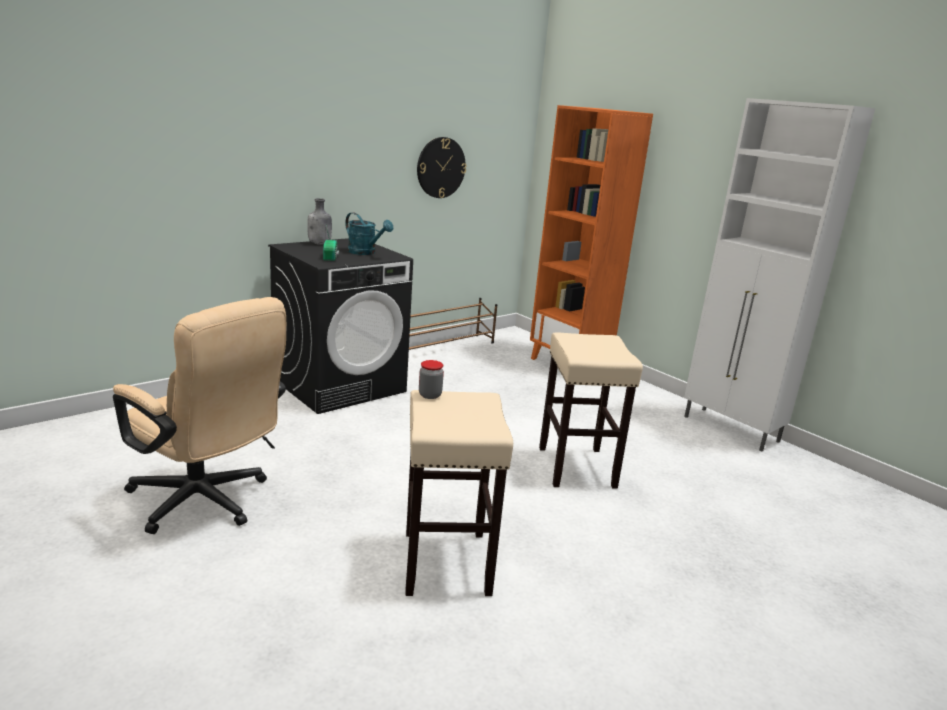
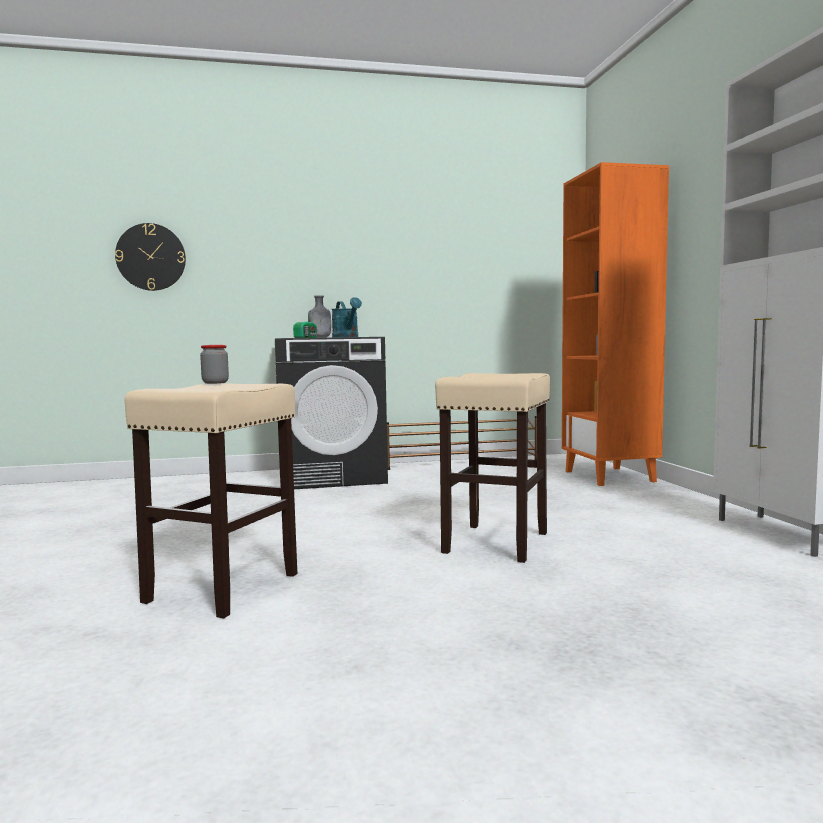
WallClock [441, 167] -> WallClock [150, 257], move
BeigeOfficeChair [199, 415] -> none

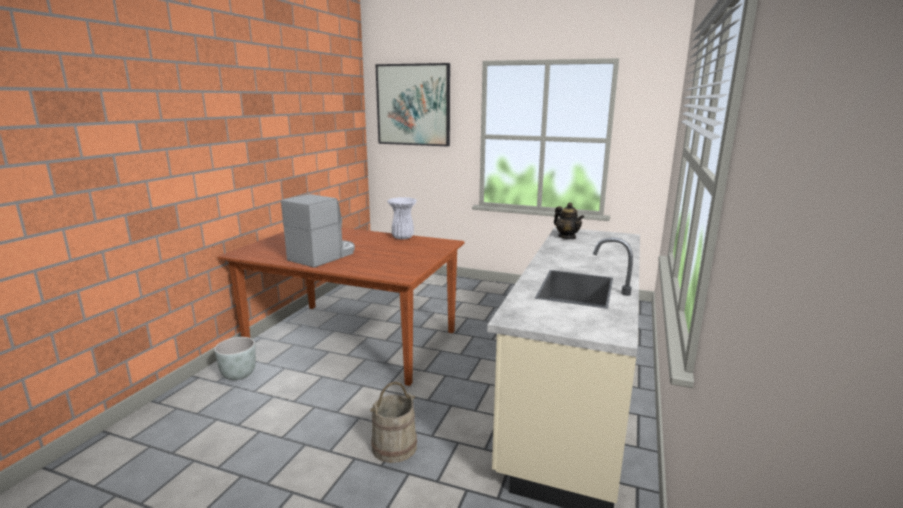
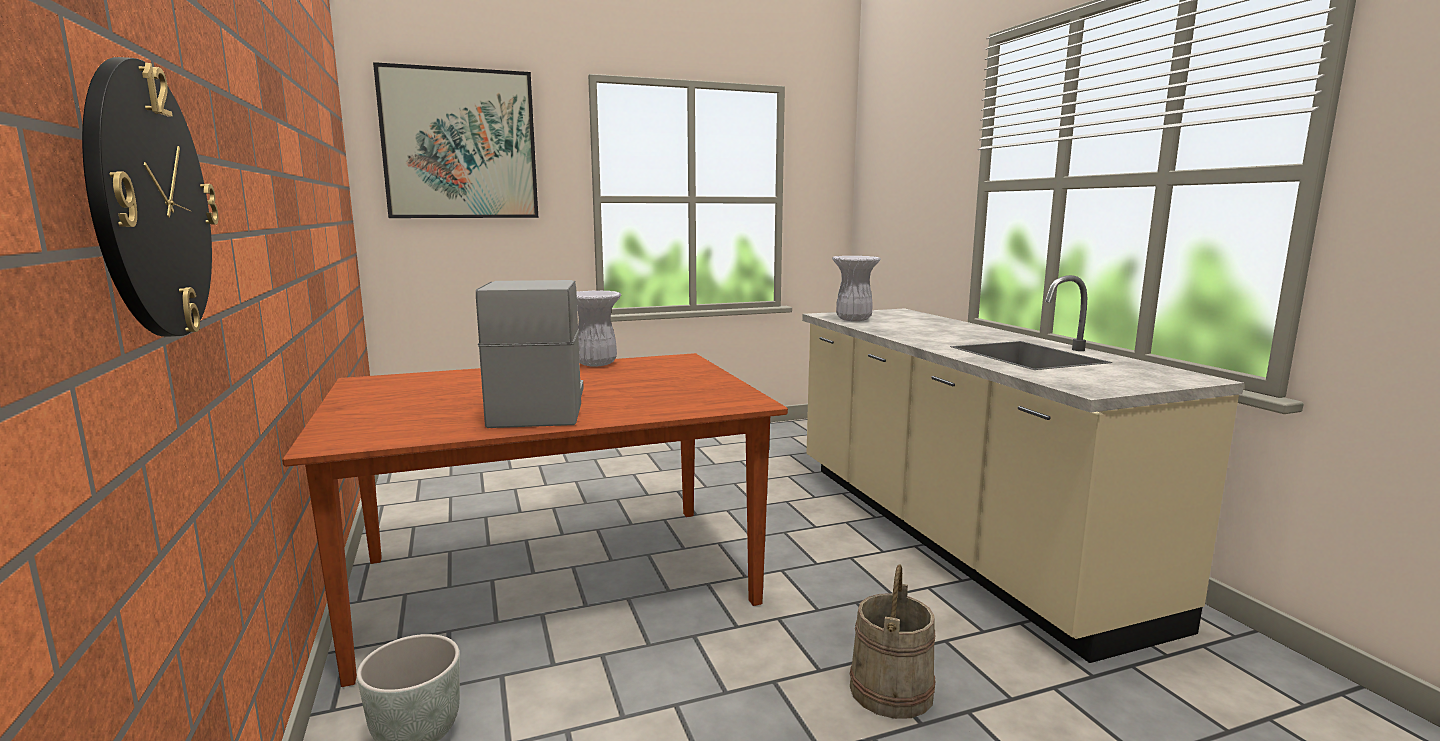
none -> WallClock [150, 197]
Teapot [569, 220] -> WhiteVase [856, 288]

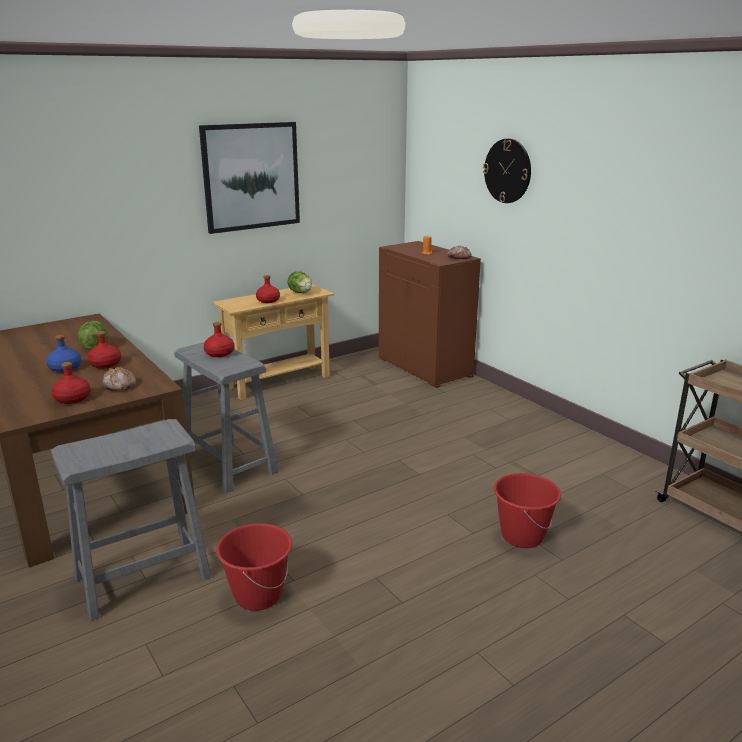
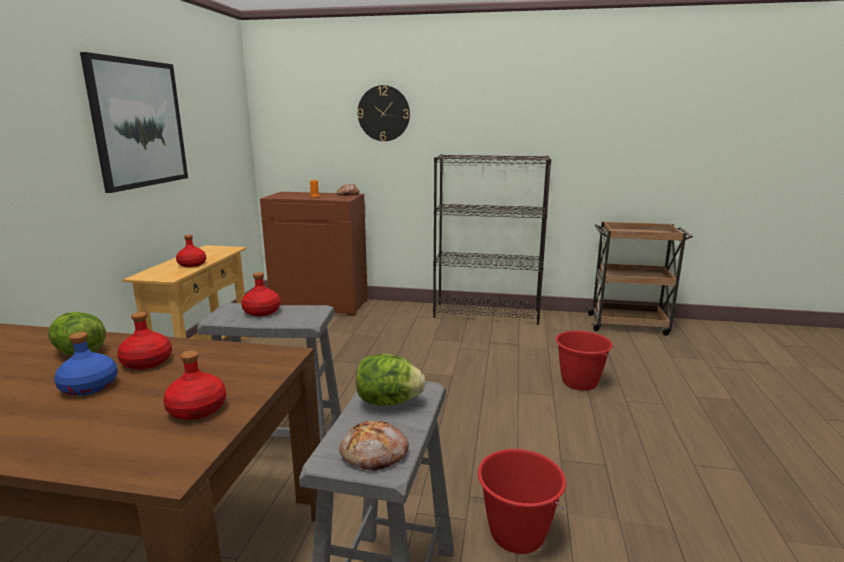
Bread [119, 379] -> Bread [374, 445], move
Lettuce [300, 282] -> Lettuce [391, 379], move
none -> BlackBookcase [492, 239]

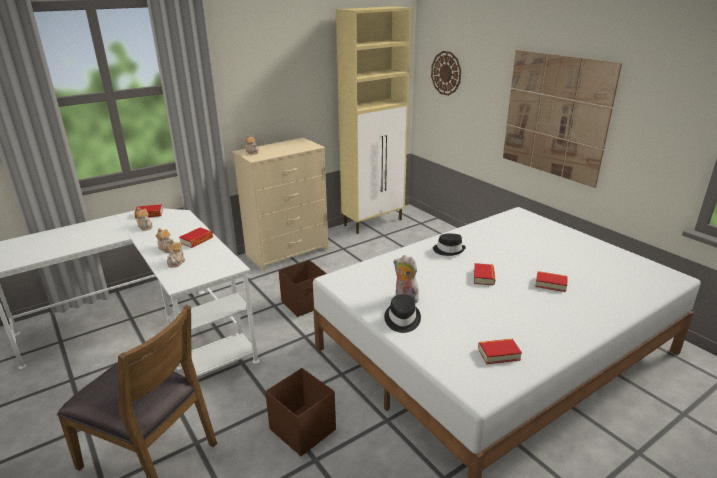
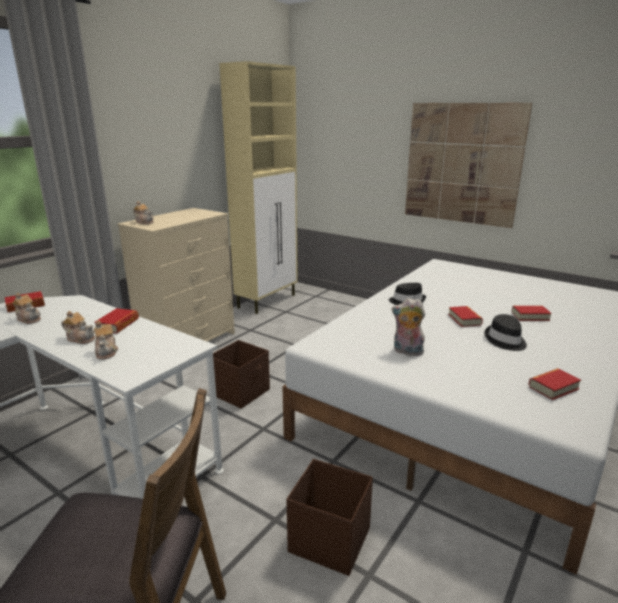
BlackHat [402, 313] -> BlackHat [505, 332], move
WallClock [446, 73] -> none

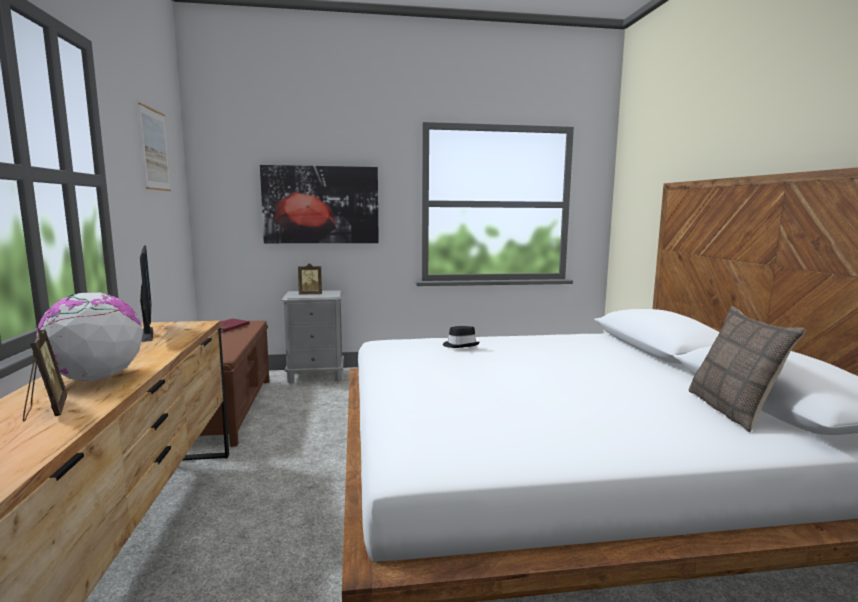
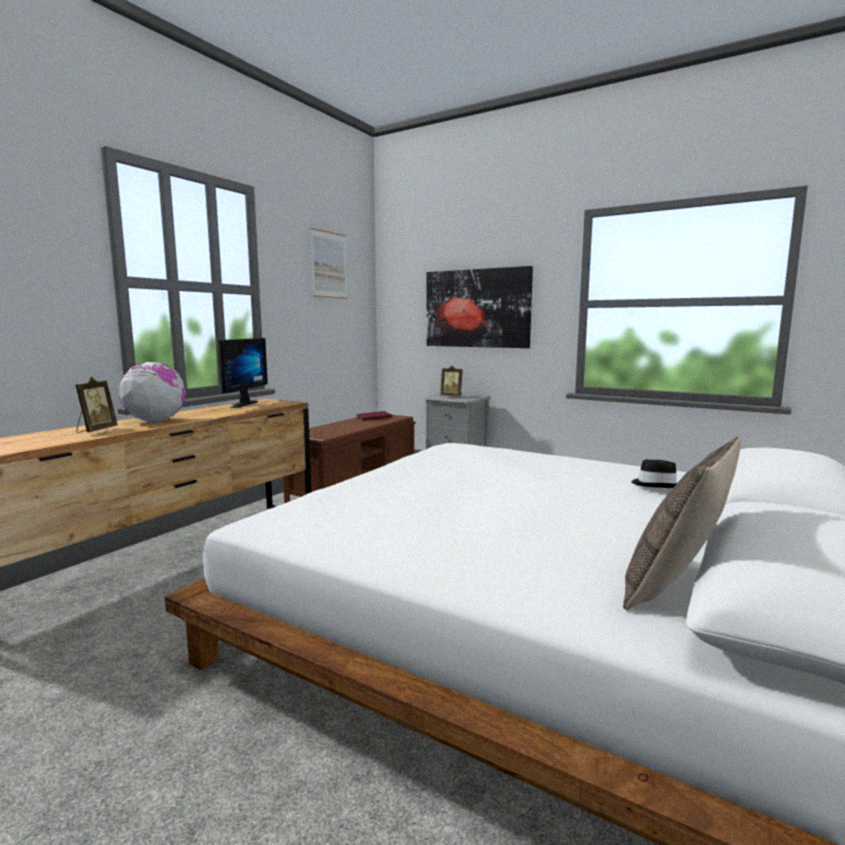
BlackHat [461, 337] -> BlackHat [654, 473], move

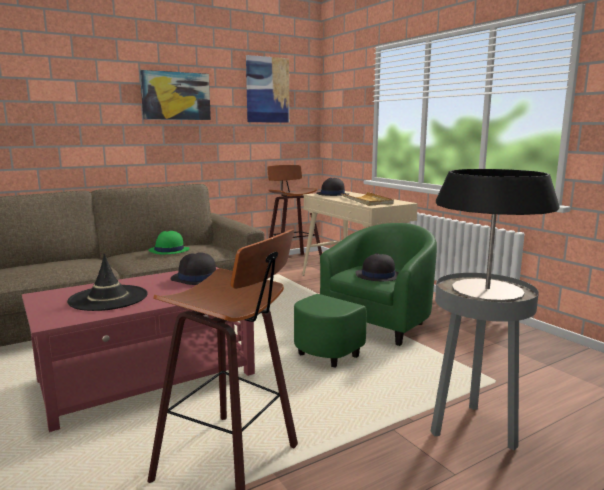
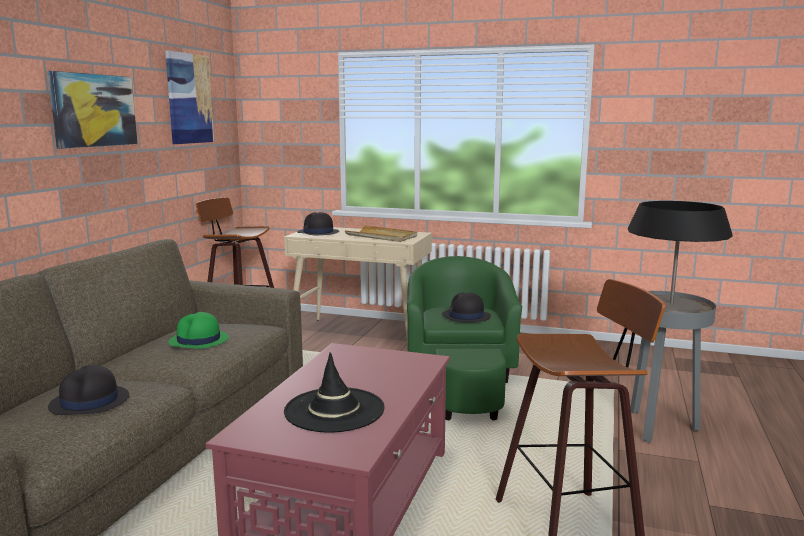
BlackHat [193, 268] -> BlackHat [88, 390], move

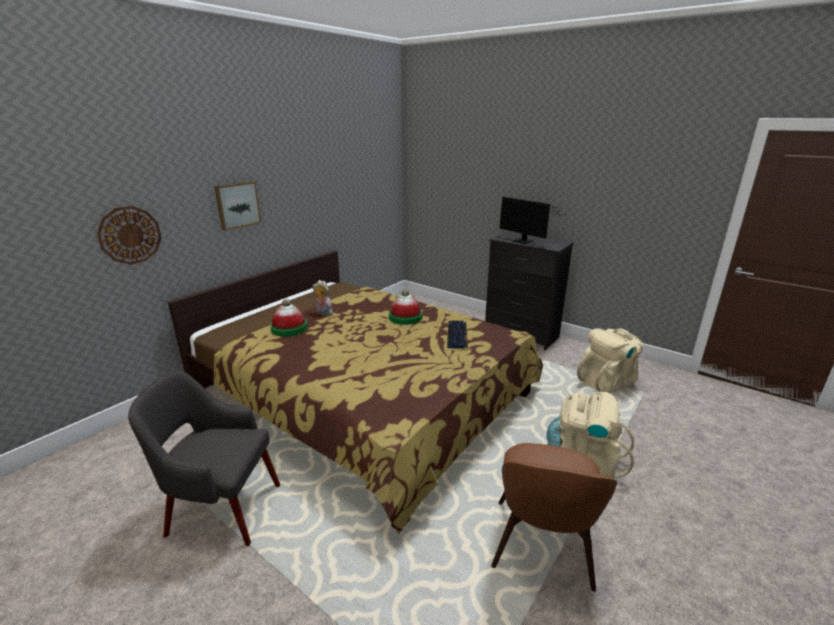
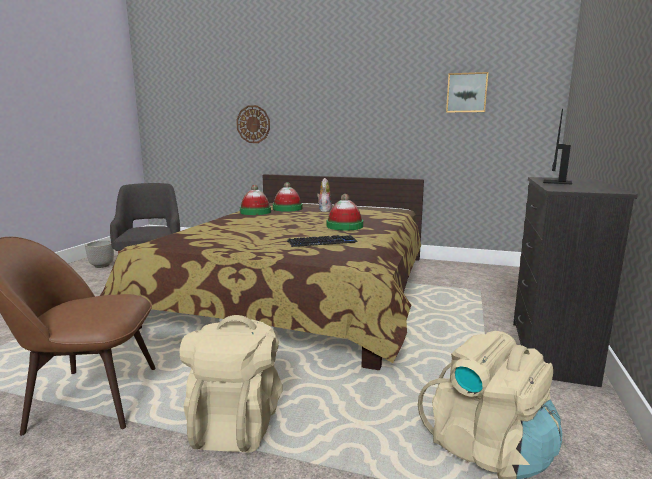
none -> Planter [99, 254]
none -> Hat [255, 199]
Picture [237, 205] -> Picture [467, 92], move

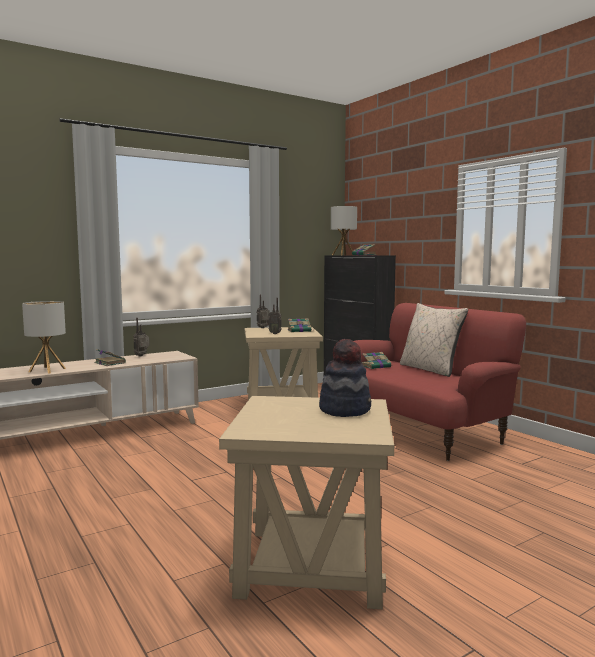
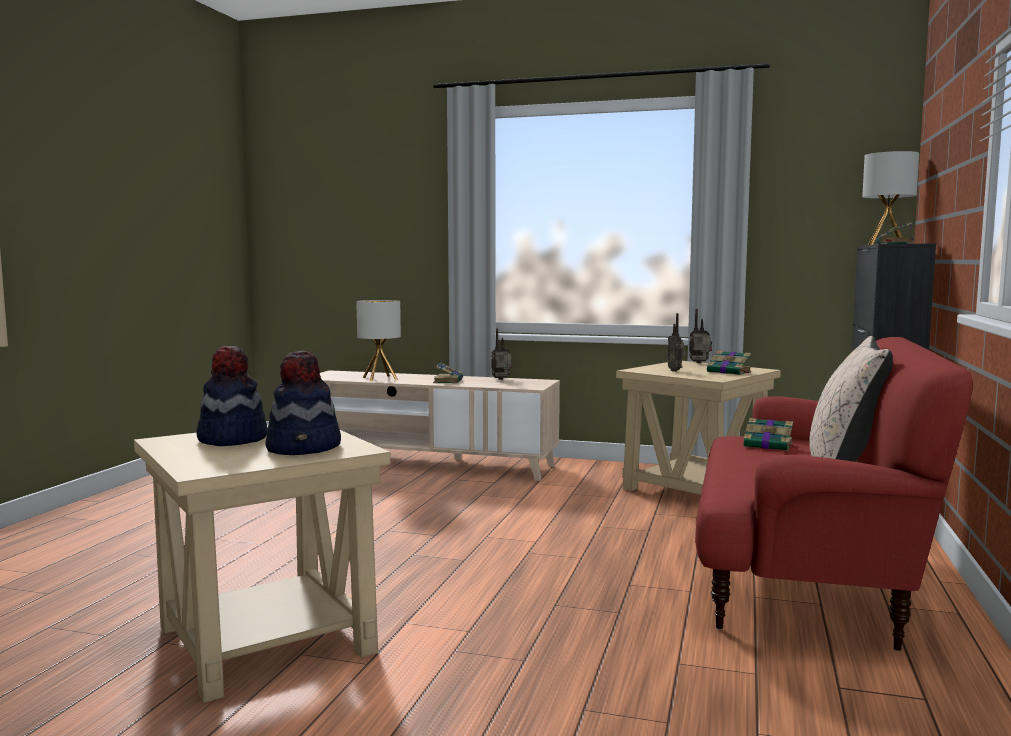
none -> Hat [232, 396]

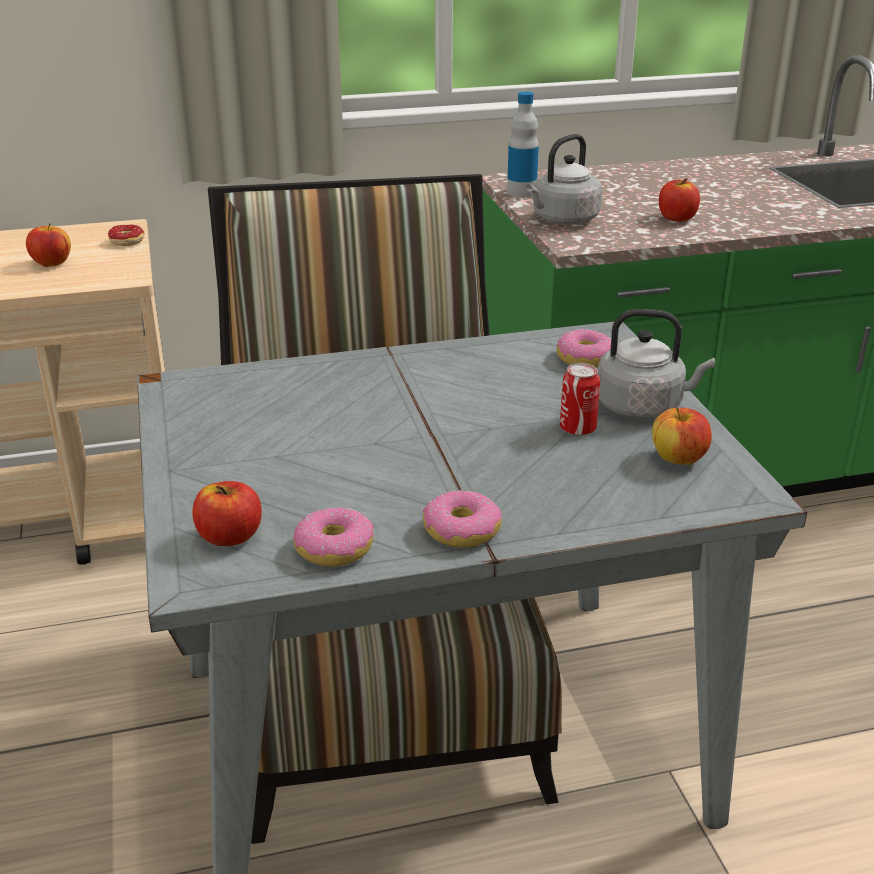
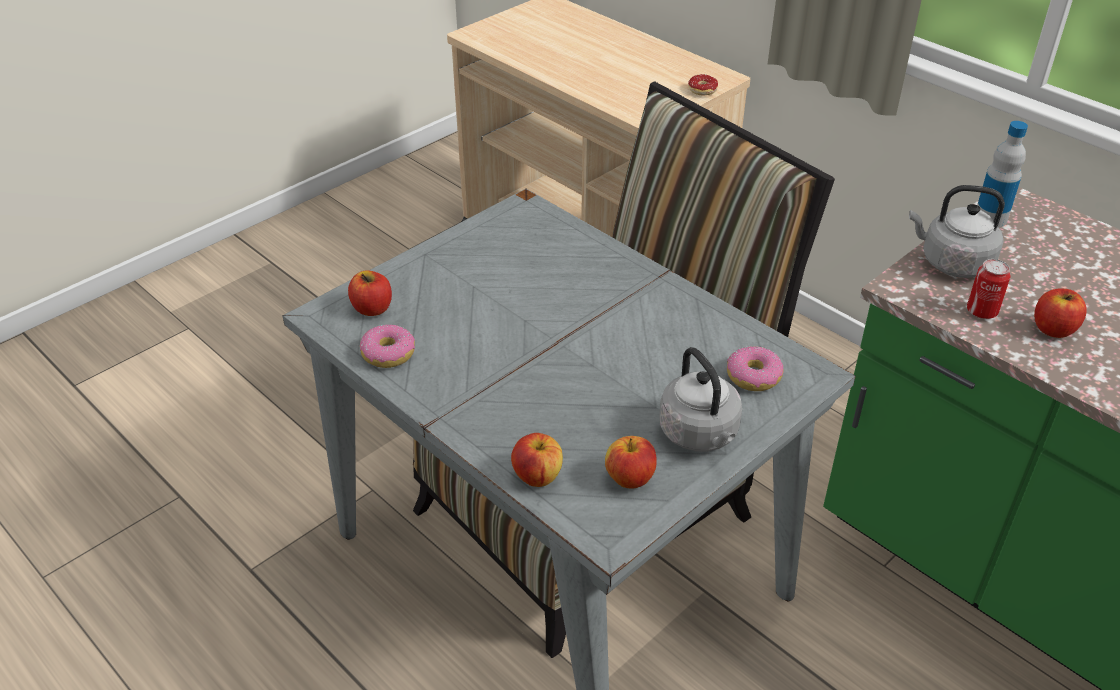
Apple [48, 245] -> Apple [537, 460], move
Can [580, 399] -> Can [989, 289], move
Donut [462, 519] -> none

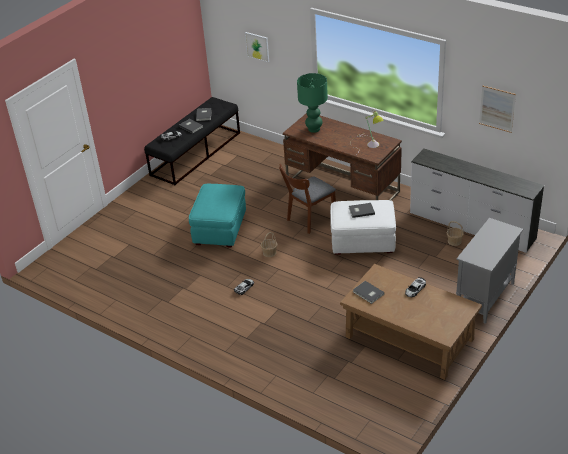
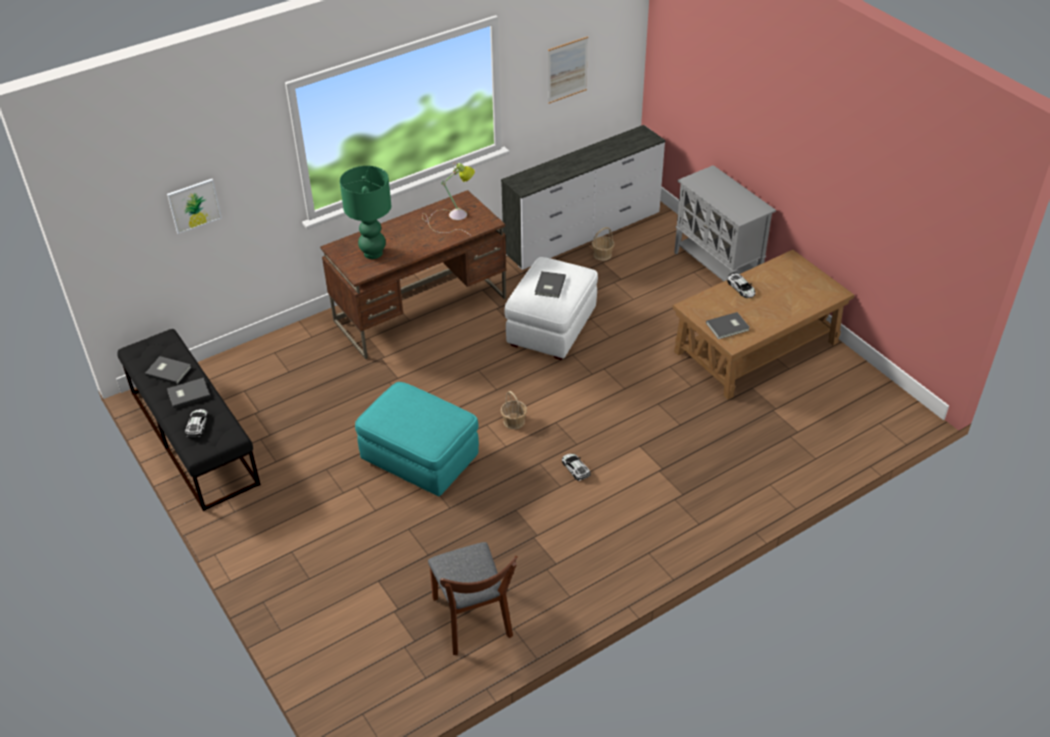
BrownChair [307, 199] -> BrownChair [472, 598], move

